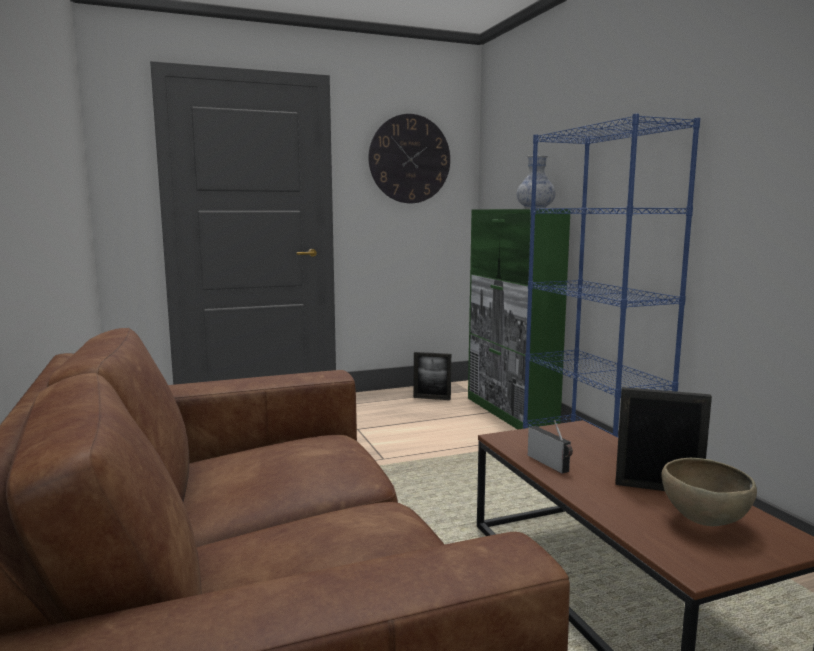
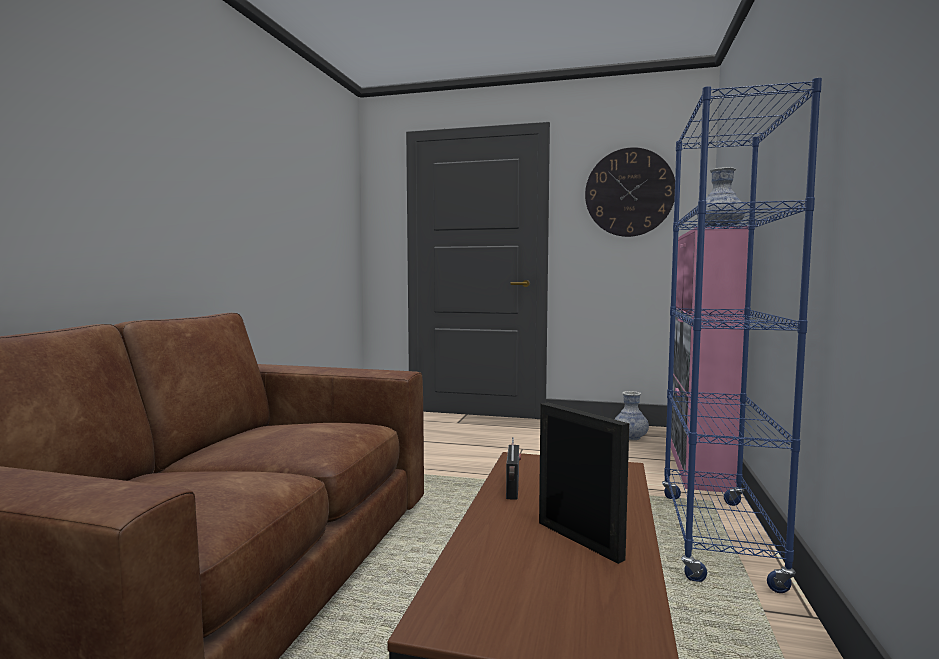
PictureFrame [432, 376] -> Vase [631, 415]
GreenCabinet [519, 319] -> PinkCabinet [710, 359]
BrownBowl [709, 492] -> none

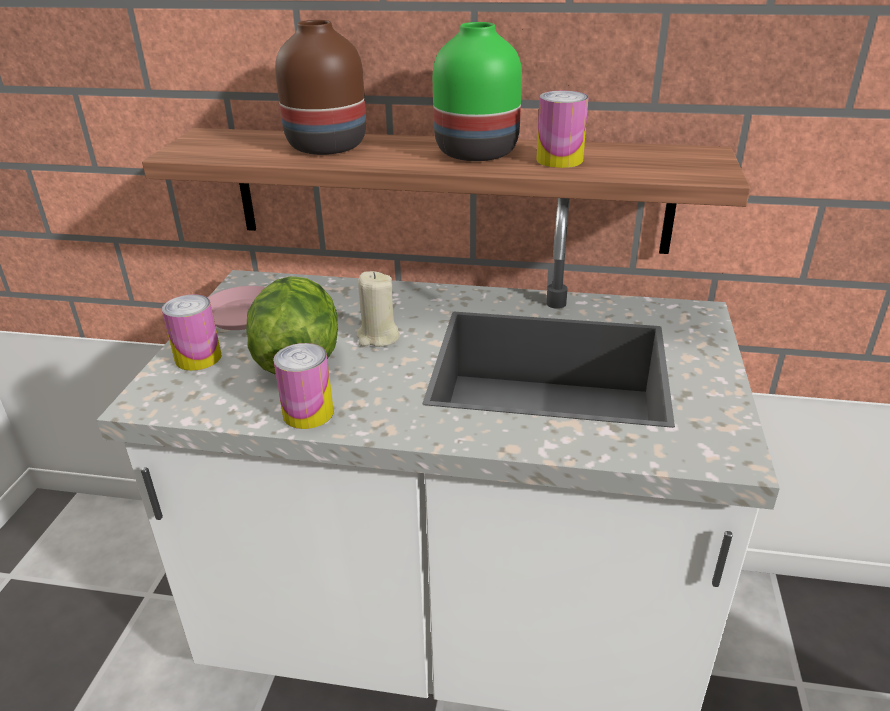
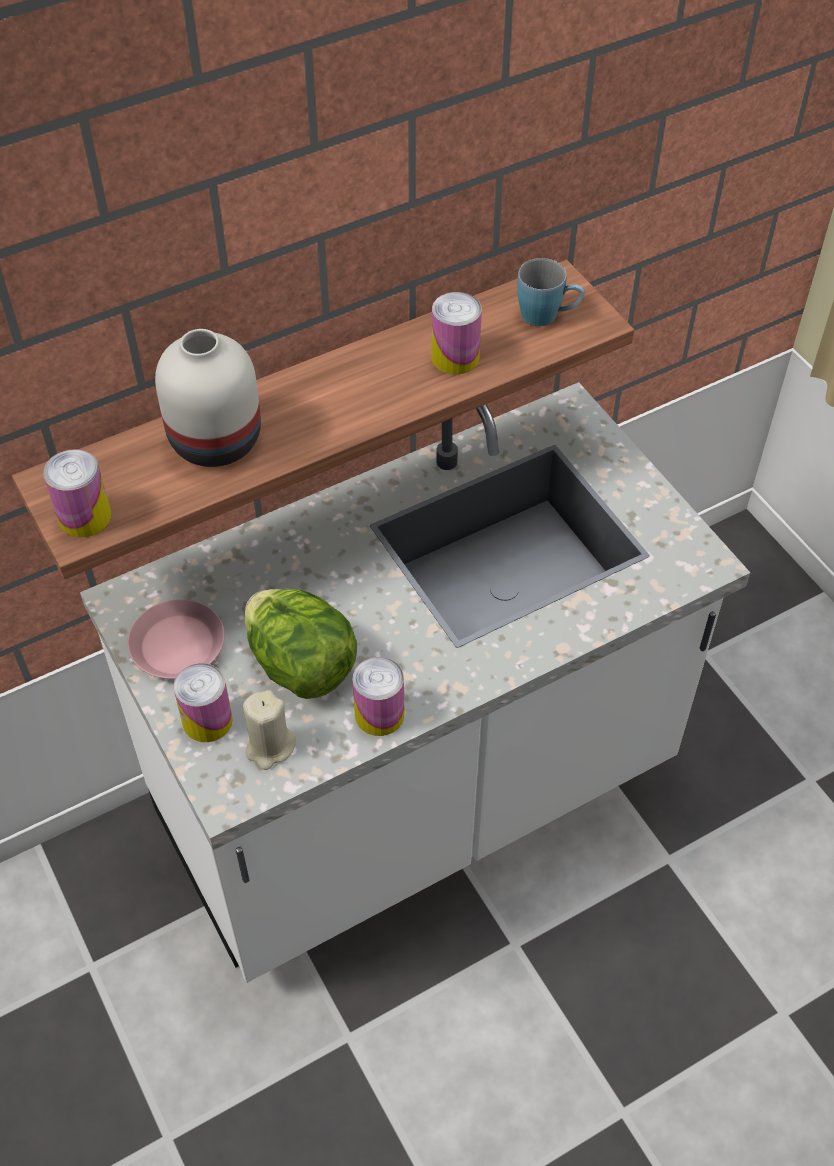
none -> Can [77, 493]
BrownVase [320, 87] -> WhiteVase [208, 398]
BeigeCandle [378, 309] -> BeigeCandle [269, 730], move
none -> BlueMug [551, 292]
GreenVase [477, 91] -> none

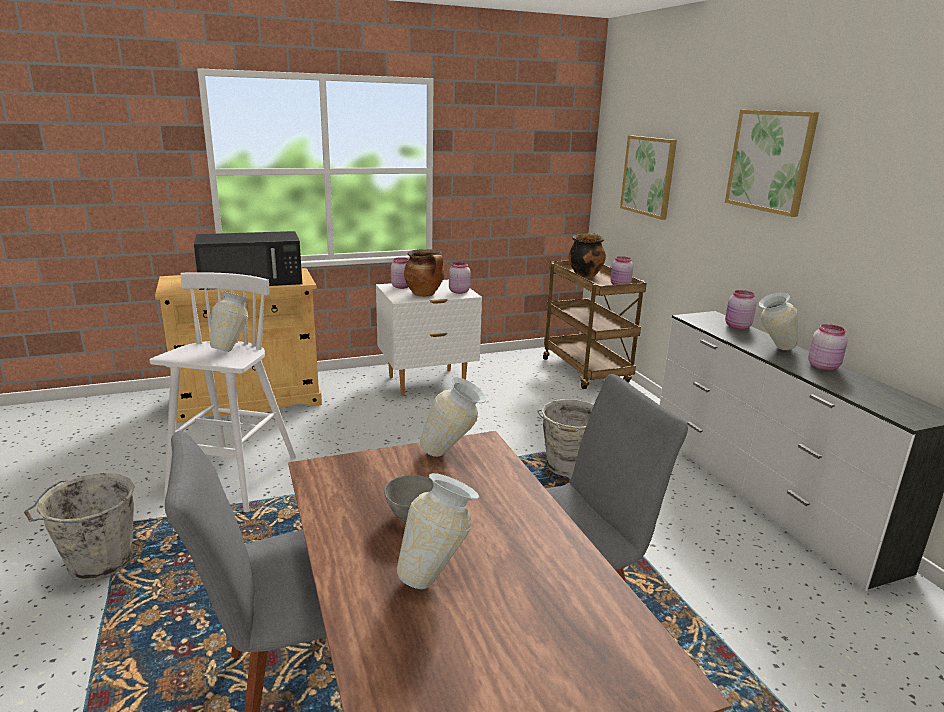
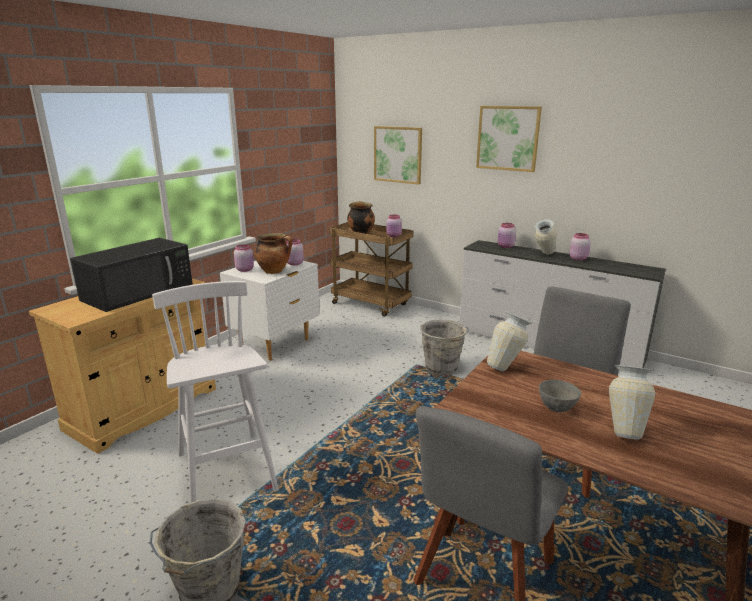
Vase [230, 321] -> none

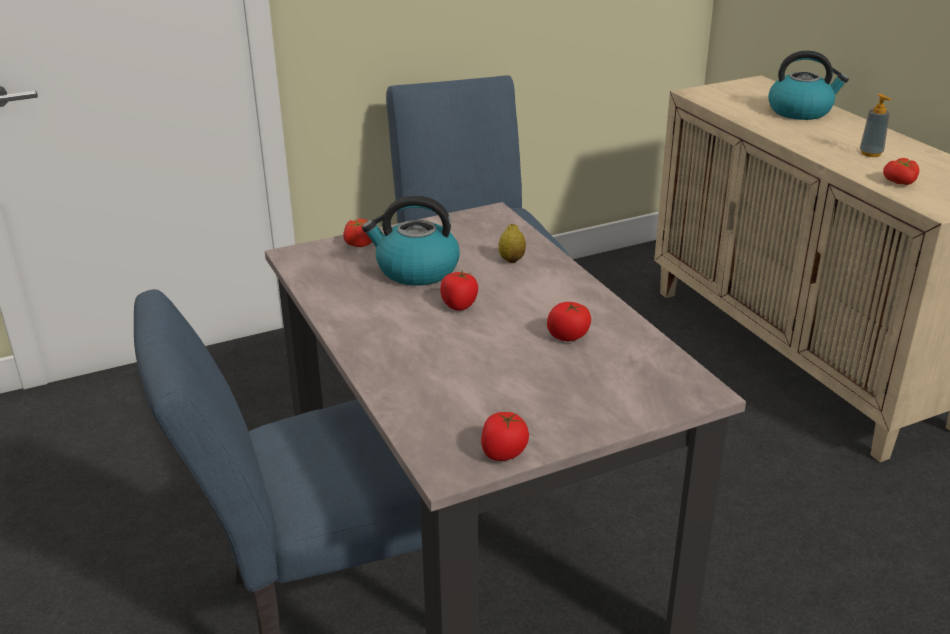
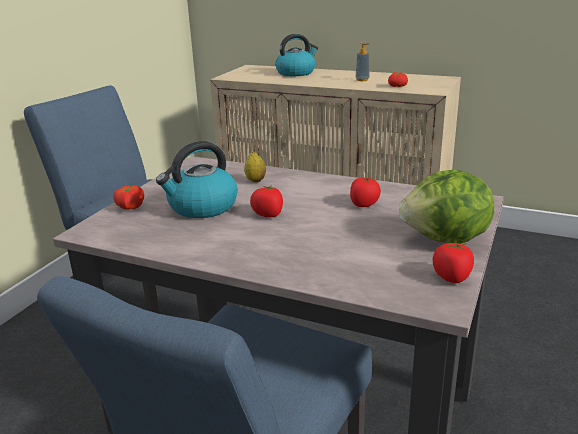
none -> Lettuce [446, 207]

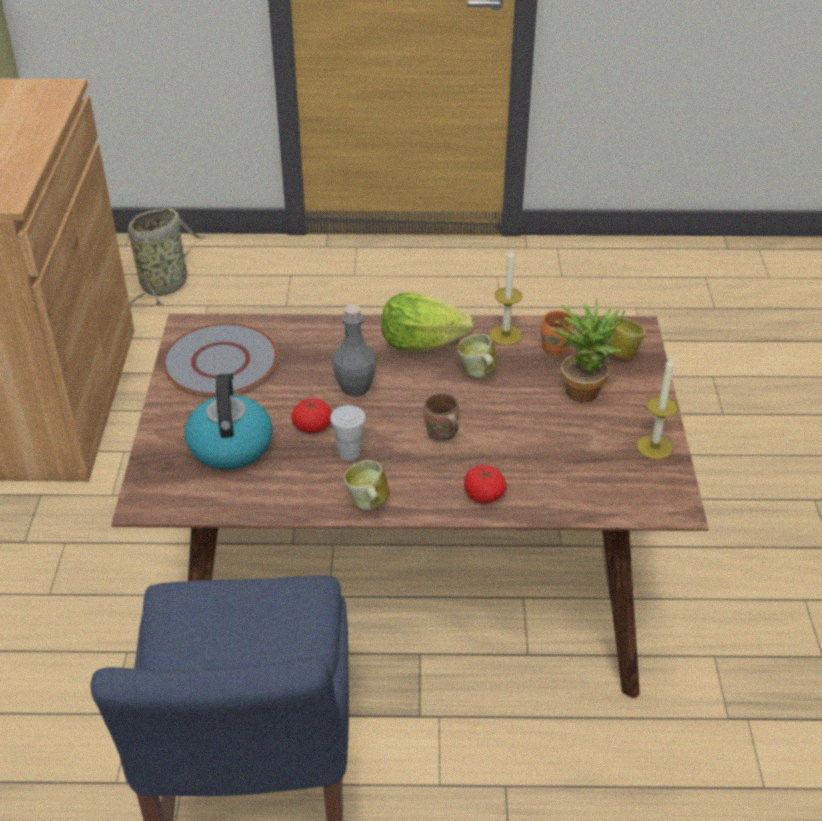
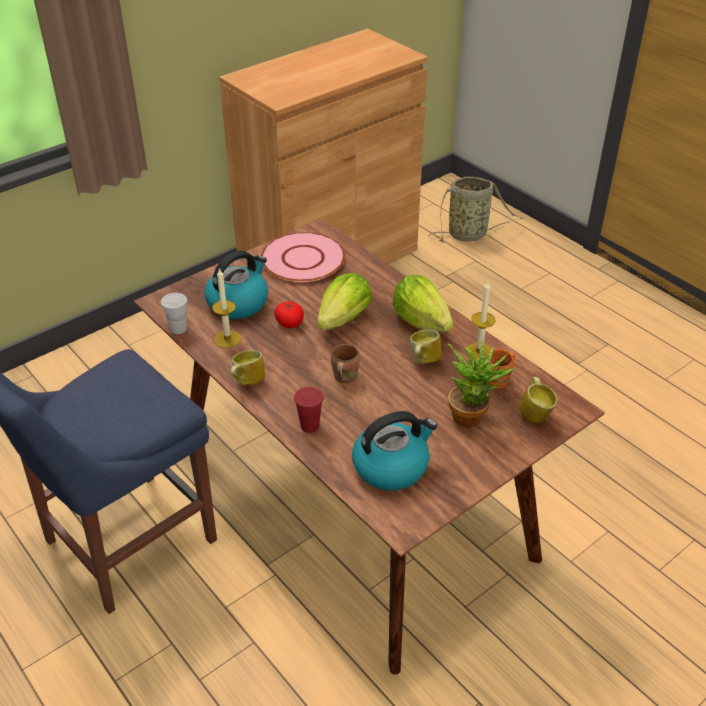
WhiteCup [348, 433] -> WhiteCup [174, 313], move
Candle [657, 408] -> Candle [226, 308], move
GreyPlate [220, 359] -> PinkPlate [303, 257]
Tomato [485, 484] -> RedCup [309, 410]
GreyBottle [354, 350] -> Lettuce [344, 301]
none -> Kettle [394, 451]

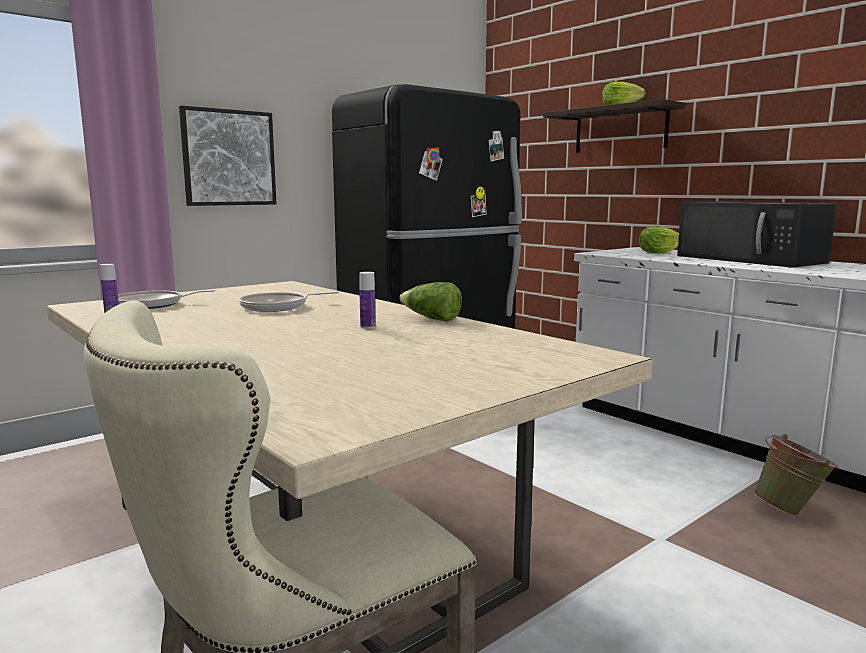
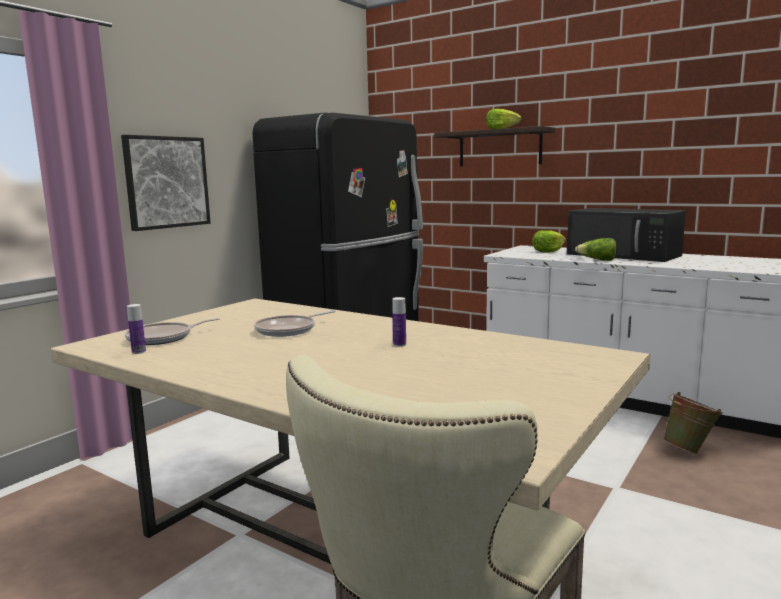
Lettuce [430, 302] -> Lettuce [596, 249], move

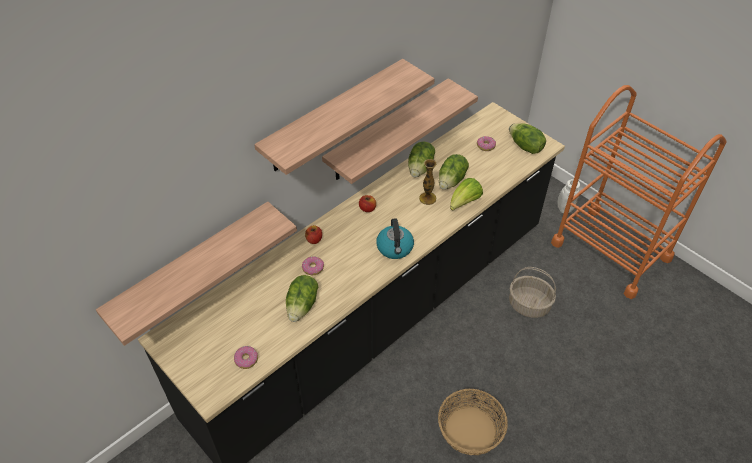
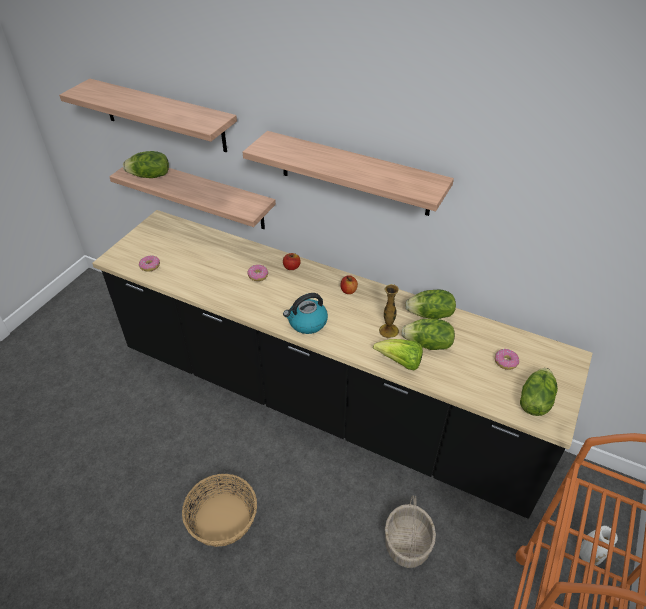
Shelf [400, 131] -> Shelf [148, 115], move
Lettuce [302, 298] -> Lettuce [146, 164], move

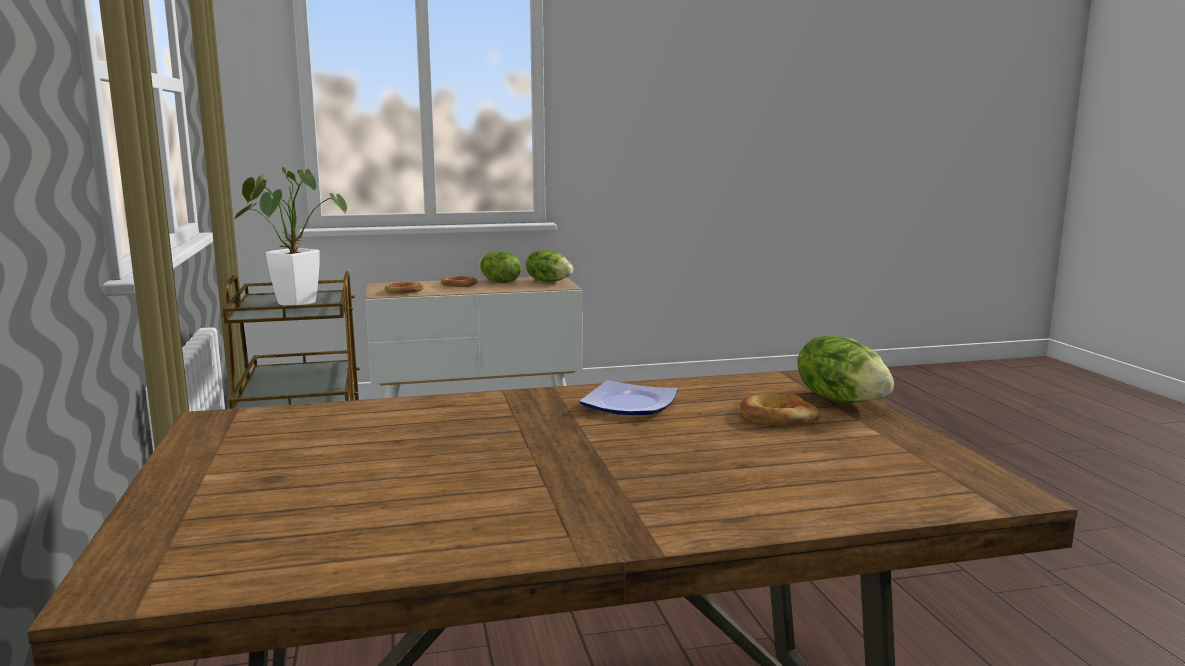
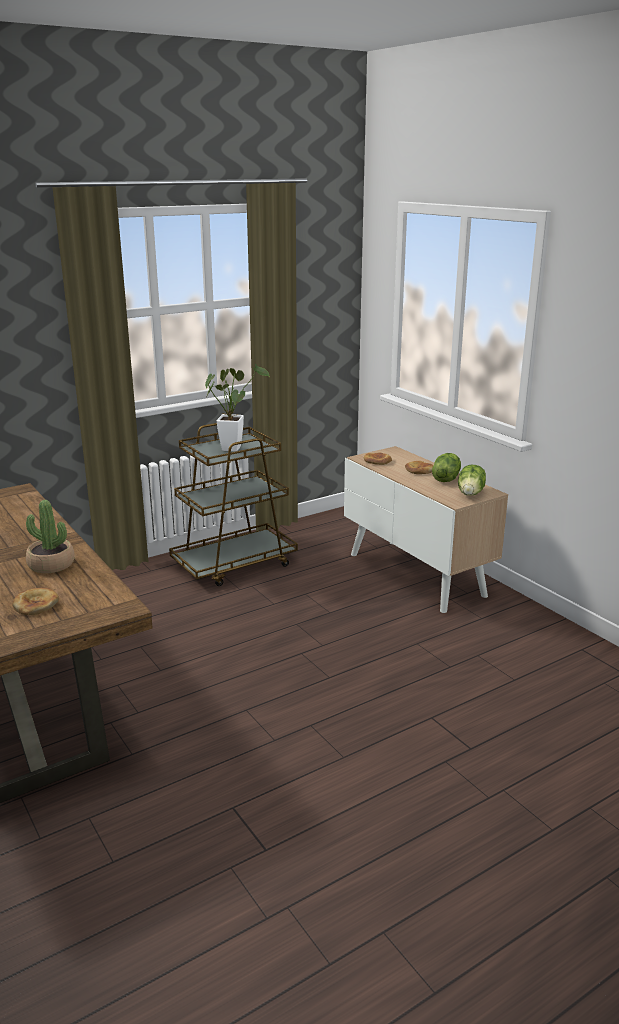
Plate [628, 397] -> PottedPlant [50, 536]
Lettuce [845, 369] -> none

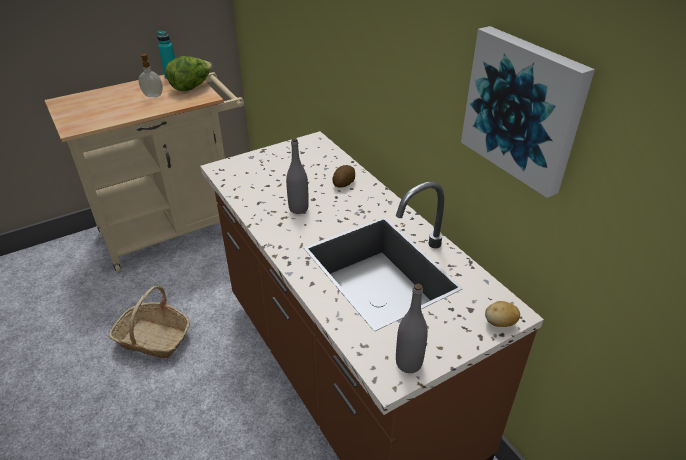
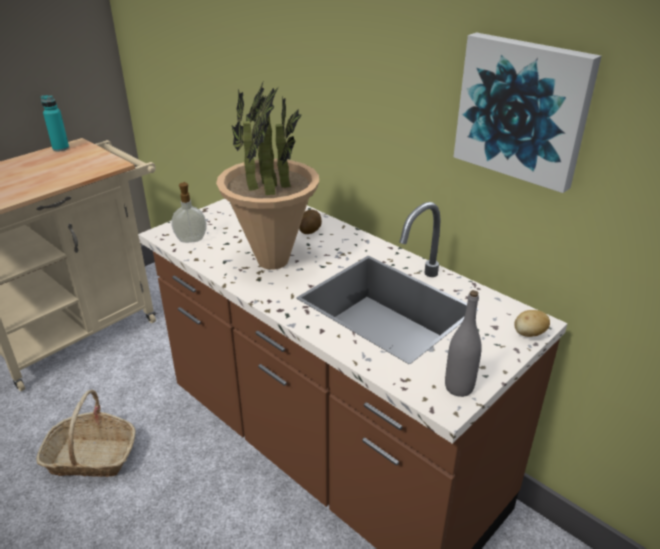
SoapDispenser [150, 75] -> SoapDispenser [189, 212], move
GreyBottle [297, 176] -> PottedPlant [267, 175]
Lettuce [189, 73] -> none

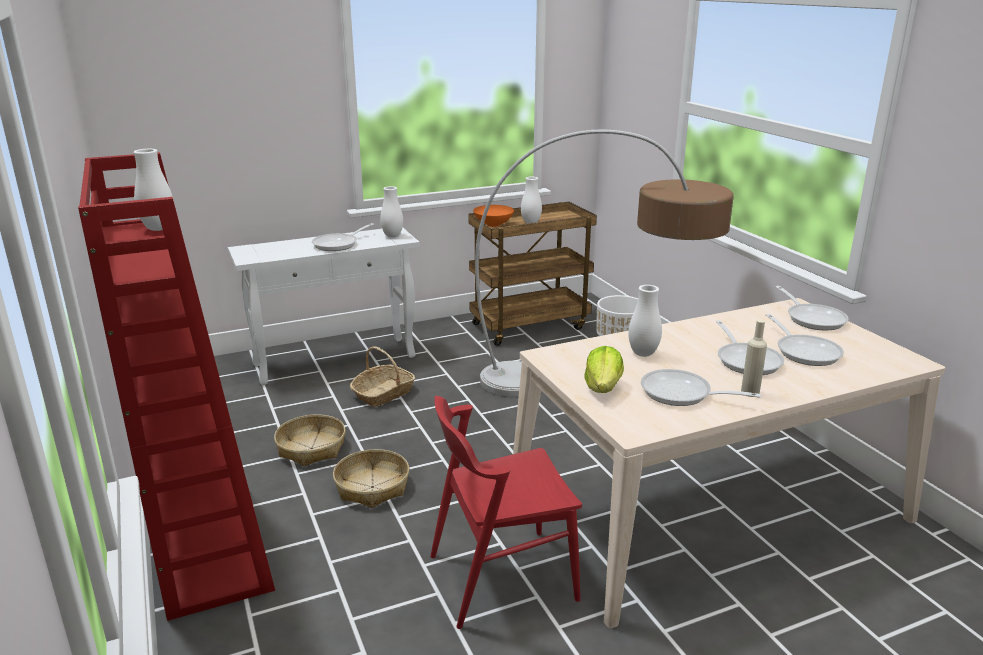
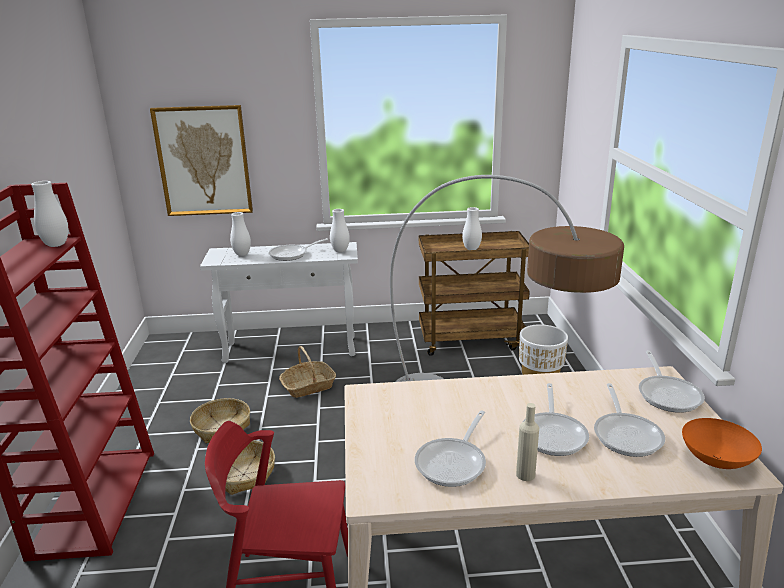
none -> Picture [201, 160]
WhiteVase [645, 321] -> WhiteVase [240, 234], move
FryingPan [701, 387] -> FryingPan [450, 448], 105 degrees counterclockwise
OrangeBowl [493, 216] -> OrangeBowl [722, 443], move
Lettuce [604, 369] -> none

